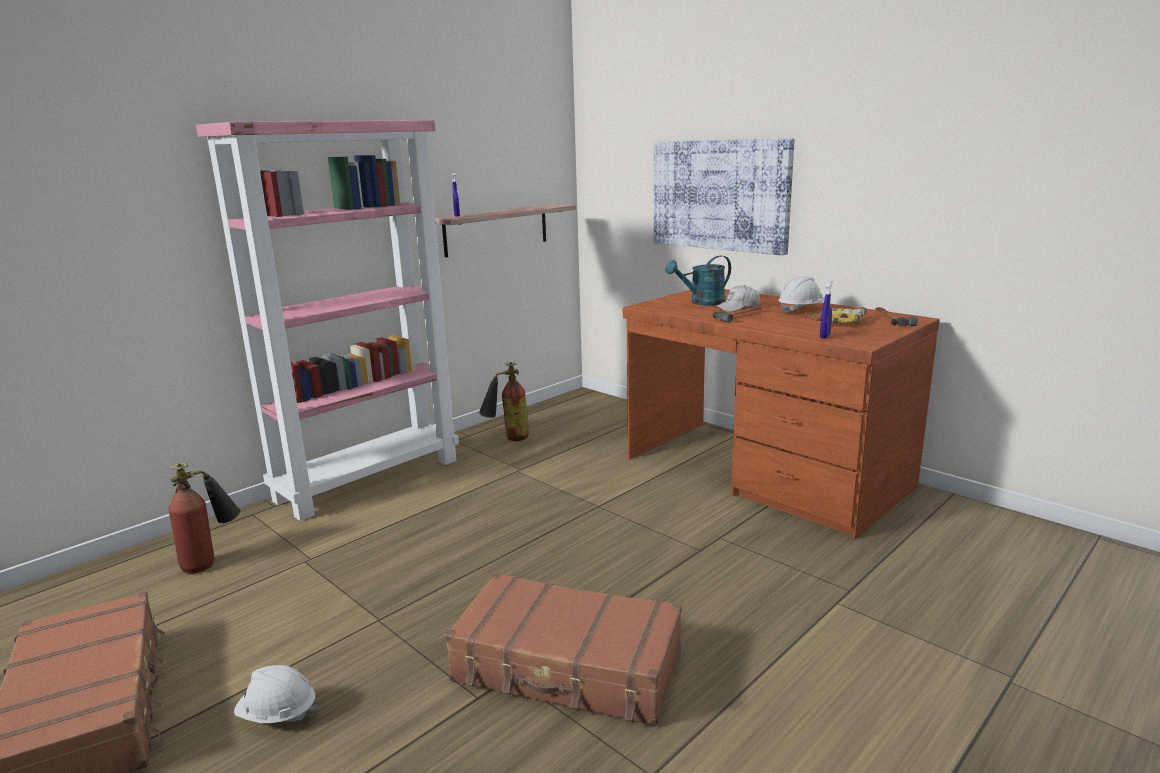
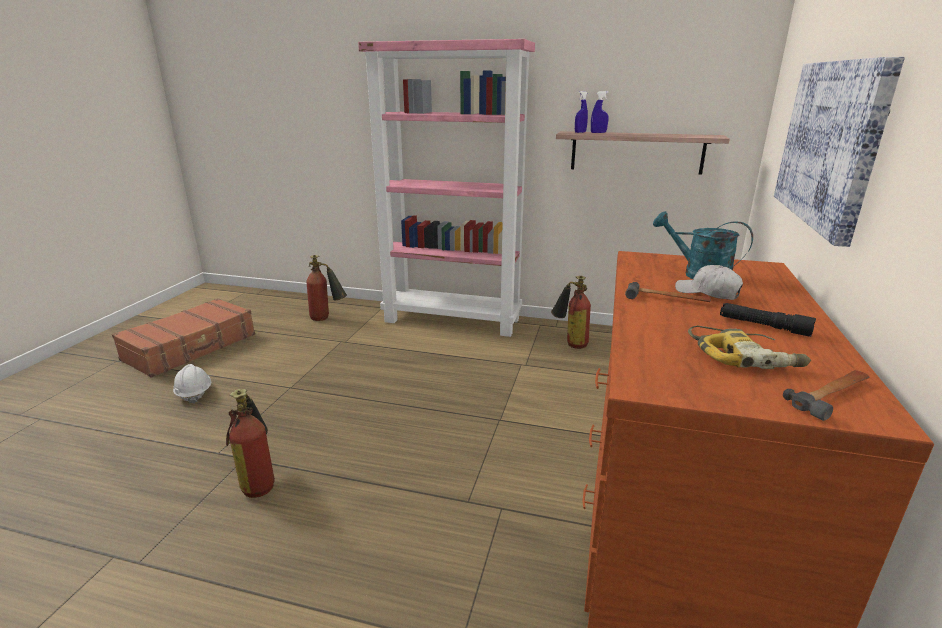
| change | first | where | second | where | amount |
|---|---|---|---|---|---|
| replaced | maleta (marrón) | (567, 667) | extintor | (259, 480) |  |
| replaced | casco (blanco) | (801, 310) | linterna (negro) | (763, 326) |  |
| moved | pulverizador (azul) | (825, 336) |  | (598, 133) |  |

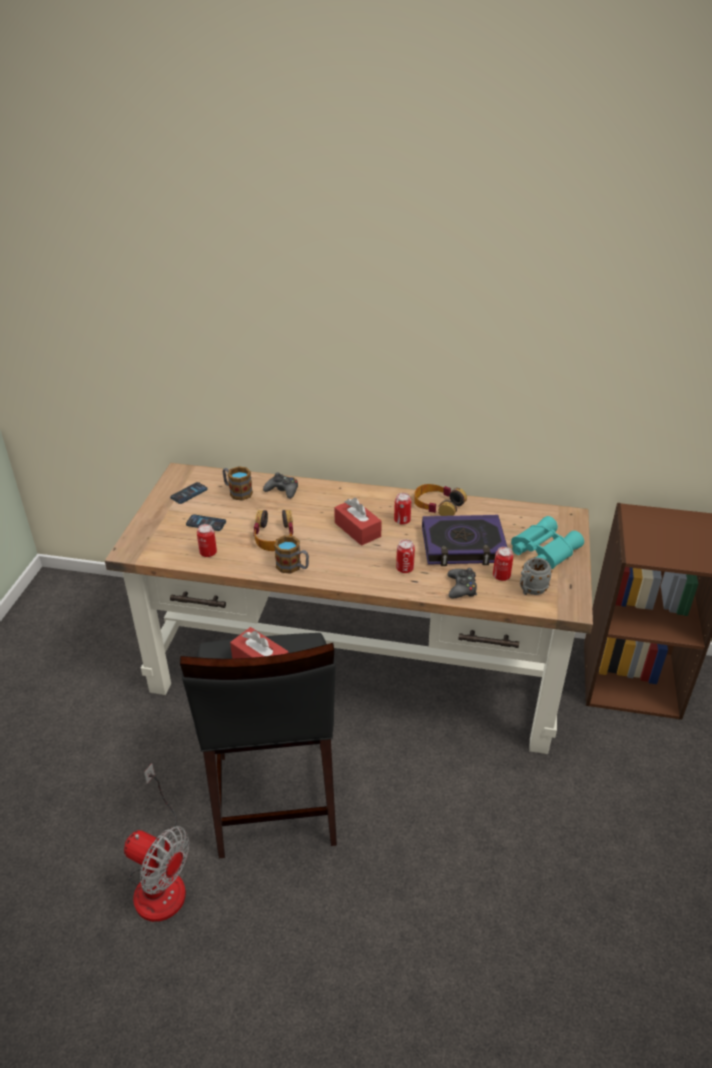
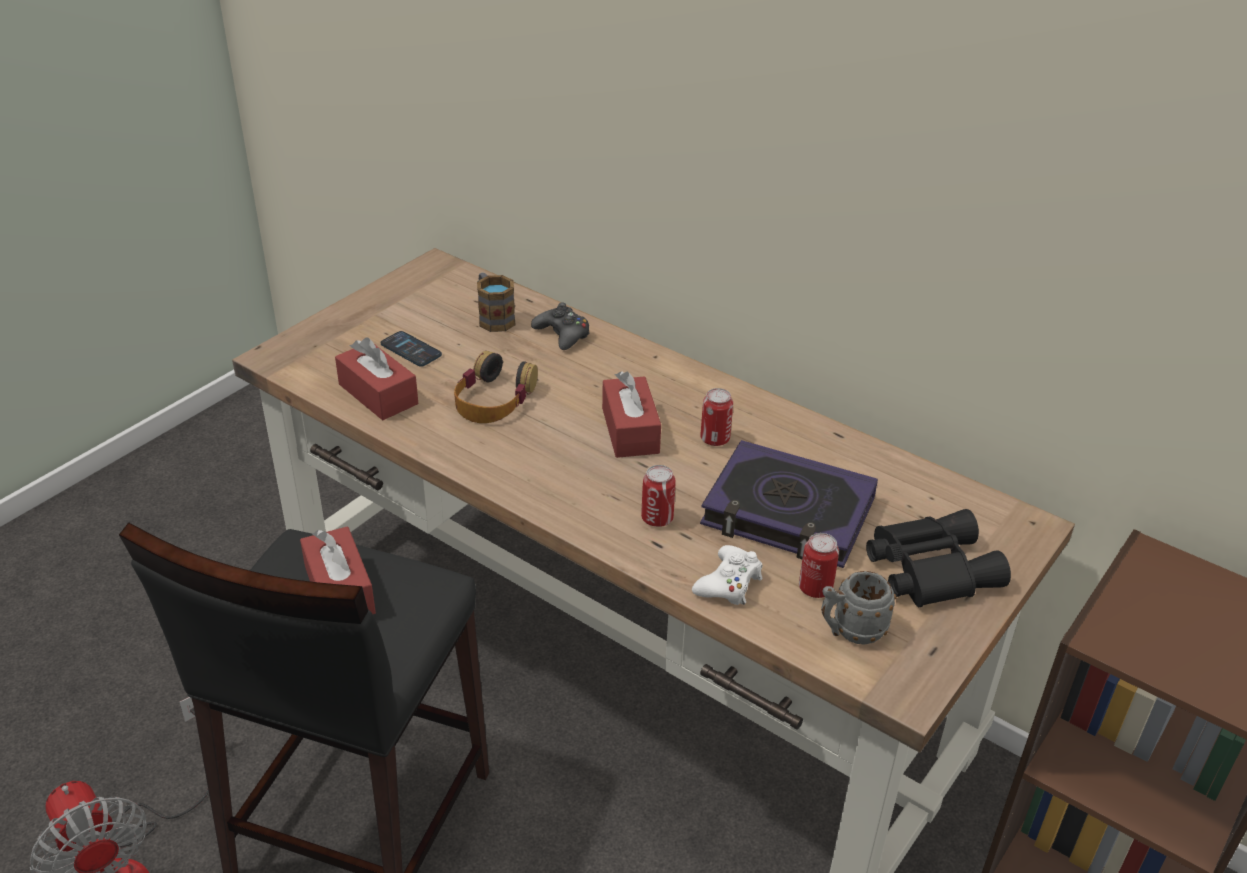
| change | first | where | second | where | amount |
|---|---|---|---|---|---|
| removed | móvil | (189, 493) |  |  |  |
| replaced | lata | (208, 553) | caja de pañuelos (rojo) | (378, 394) |  |
| removed | taza grande | (293, 567) |  |  |  |
| removed | auriculares | (437, 505) |  |  |  |
| recoloured | mando de consola (negro) | (461, 588) | mando de consola (blanco) | (729, 583) |  |
| recoloured | prismáticos (turquesa) | (542, 550) | prismáticos (negro) | (928, 568) |  |

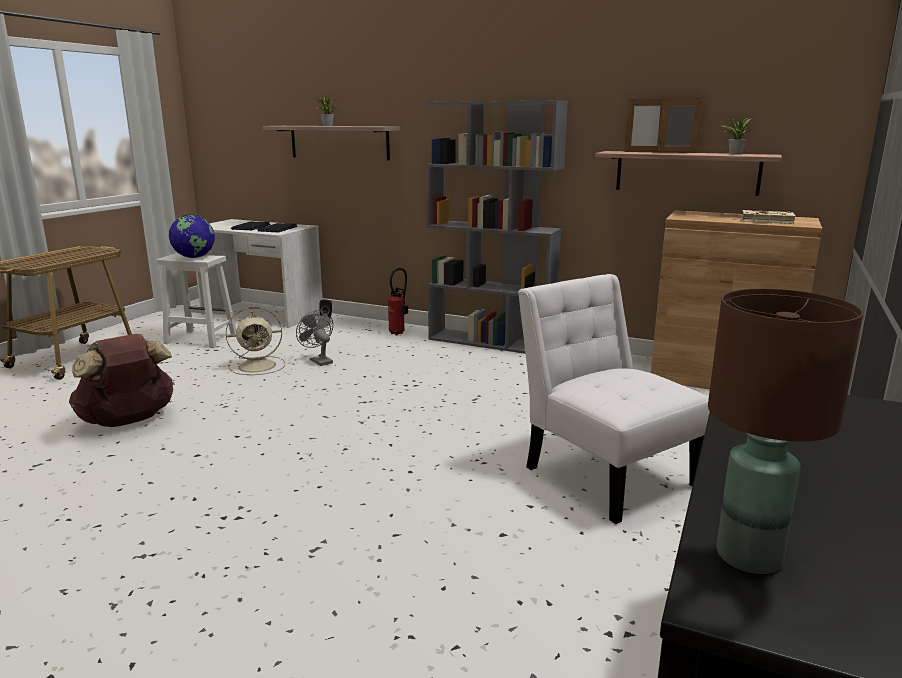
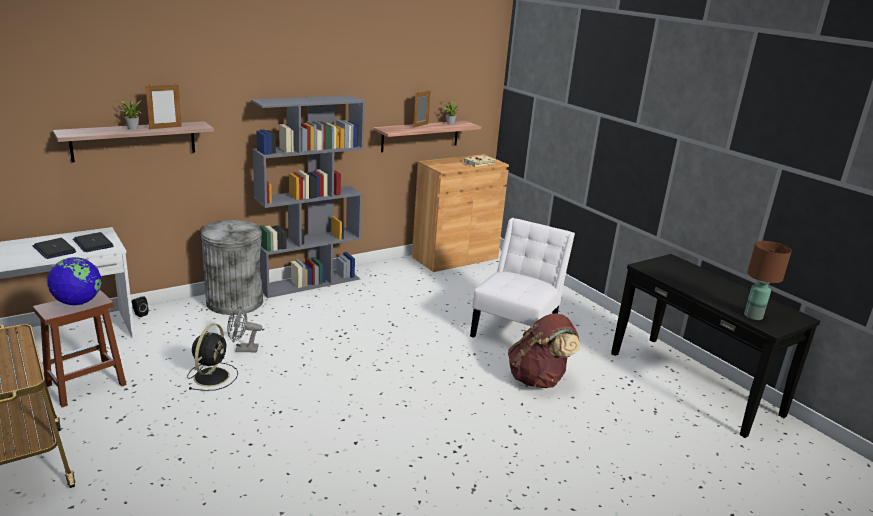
| change | first | where | second | where | amount |
|---|---|---|---|---|---|
| moved | mochila (marrón) | (128, 421) |  | (538, 379) |  |
| recoloured | taburete (blanco) | (200, 339) | taburete (marrón) | (84, 385) |  |
| recoloured | ventilador (beis) | (259, 366) | ventilador (negro) | (212, 376) |  |
| replaced | extintor | (399, 333) | papelera (gris) | (235, 302) |  |
| turned | silla (blanco) | (604, 472) |  | (516, 330) | 120 degrees clockwise |
| moved | portarretratos | (643, 152) |  | (165, 127) |  |

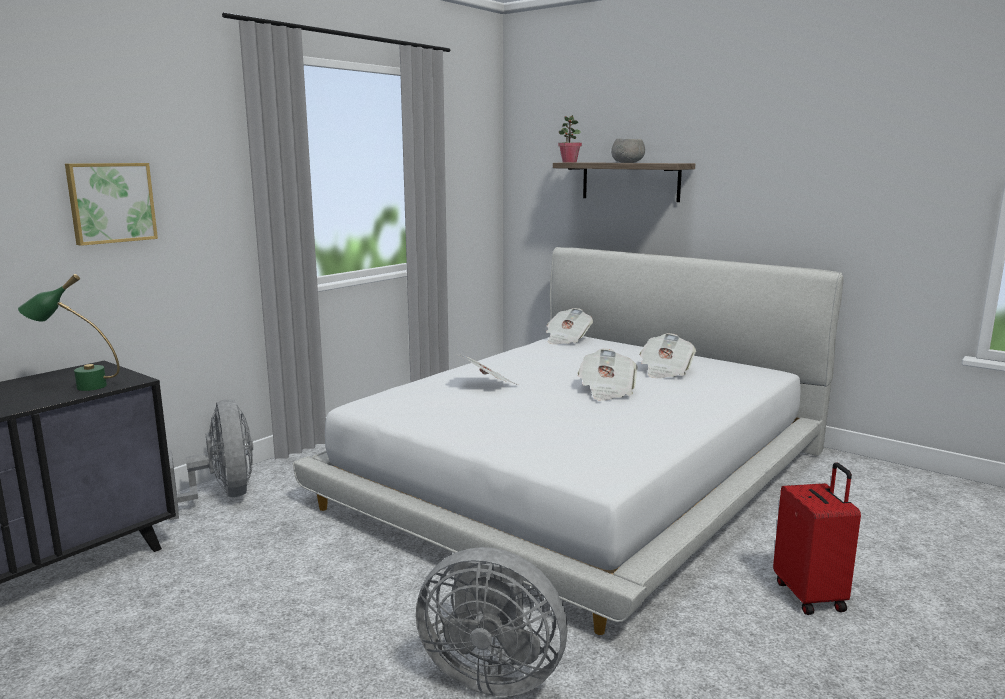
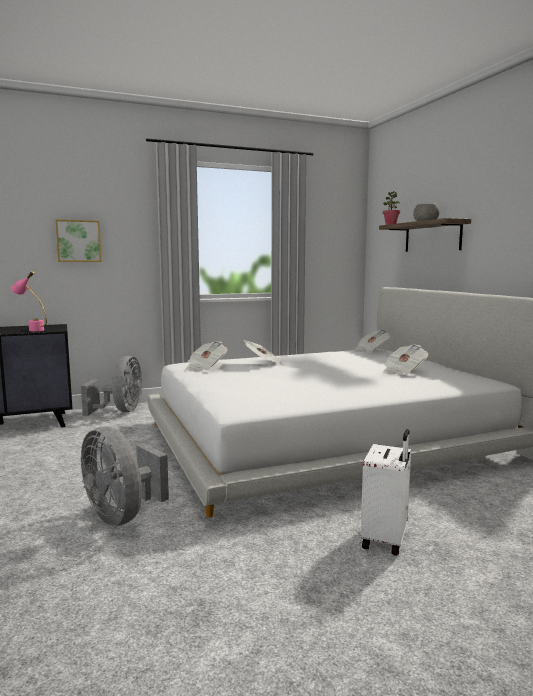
| change | first | where | second | where | amount |
|---|---|---|---|---|---|
| recoloured | lámpara de mesa (verde) | (78, 387) | lámpara de mesa (rosa) | (31, 330) |  |
| moved | periódico | (606, 391) |  | (205, 368) |  |
| recoloured | maleta (rojo) | (811, 595) | maleta (blanco) | (386, 539) |  |

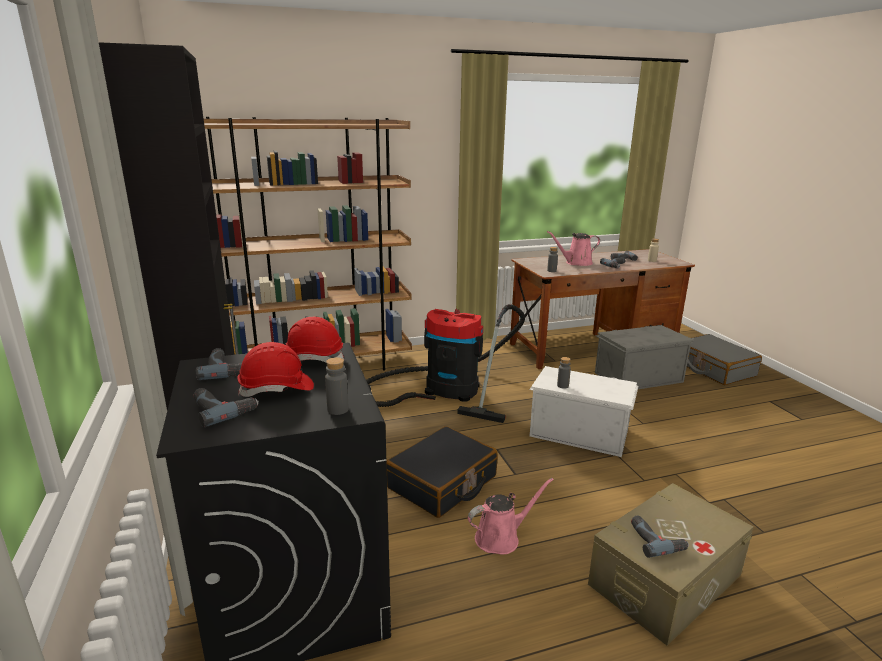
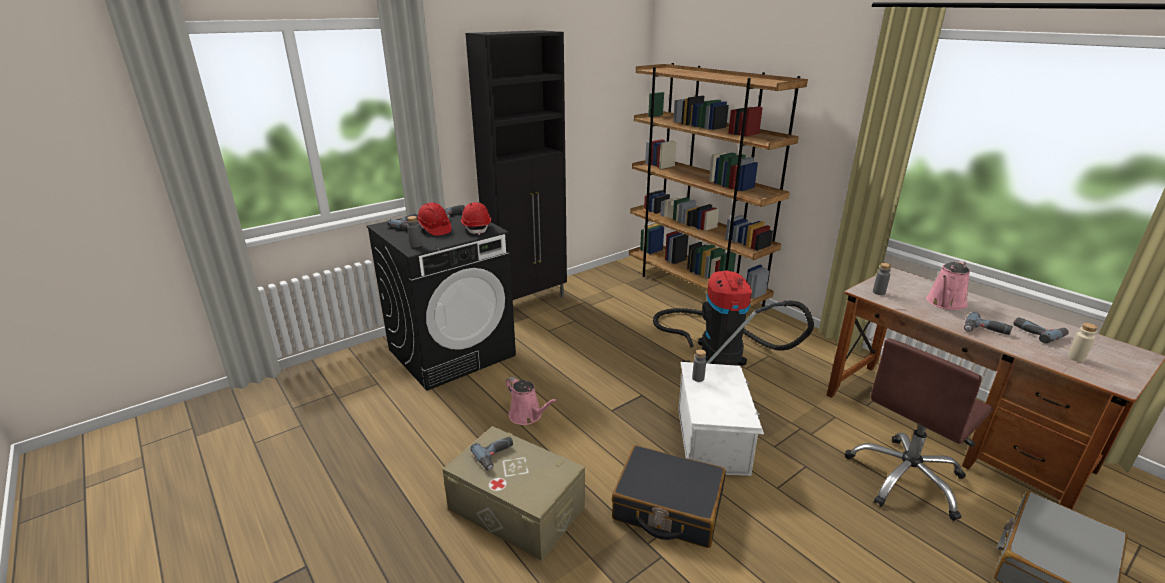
| change | first | where | second | where | amount |
|---|---|---|---|---|---|
| moved | maleta (negro) | (442, 483) |  | (667, 507) |  |
| turned | regadera (rosa) | (576, 263) |  | (945, 303) | 105 degrees counterclockwise |
| replaced | caja de almacenaje (gris) | (637, 377) | silla de oficina (marrón) | (906, 478) |  |

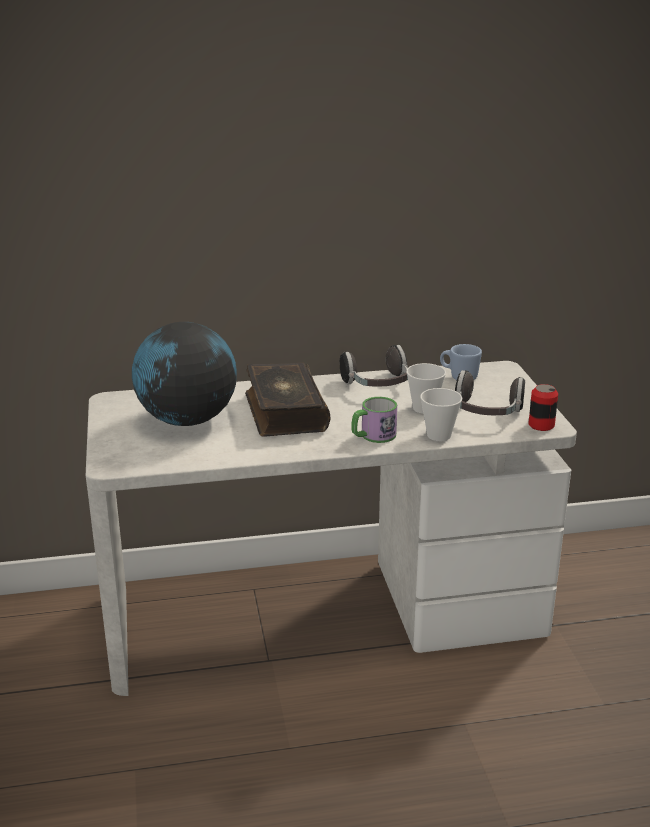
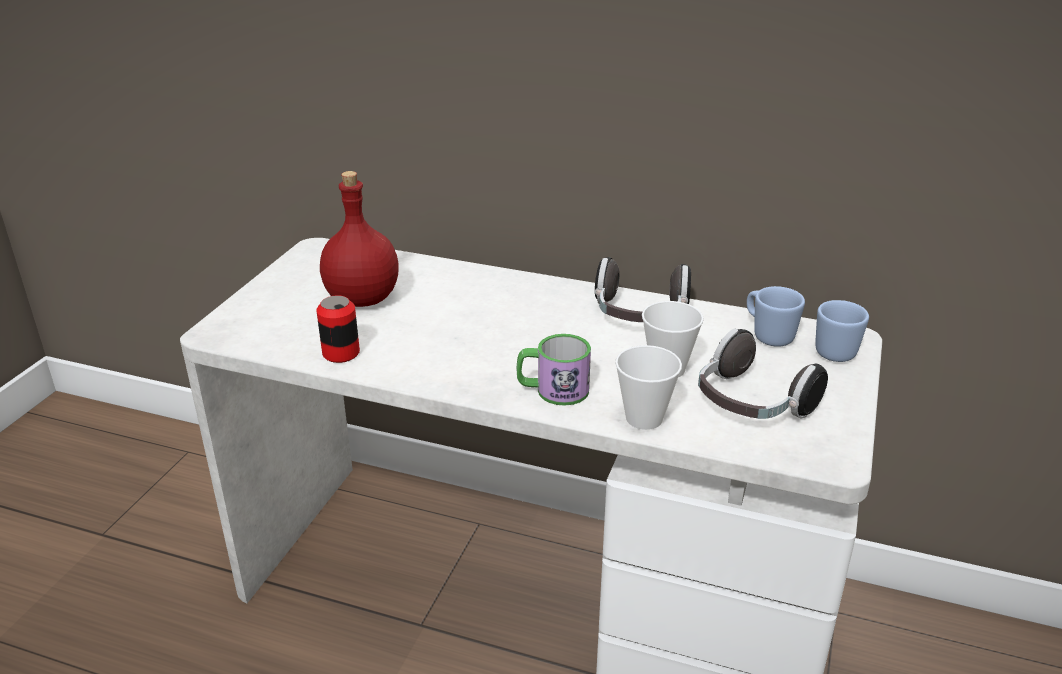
| change | first | where | second | where | amount |
|---|---|---|---|---|---|
| replaced | globo terráqueo | (187, 420) | botella (rojo) | (361, 298) |  |
| removed | libro | (284, 412) |  |  |  |
| moved | lata | (541, 425) |  | (341, 353) |  |
| added |  |  | taza grande (azul) | (837, 350) |  |

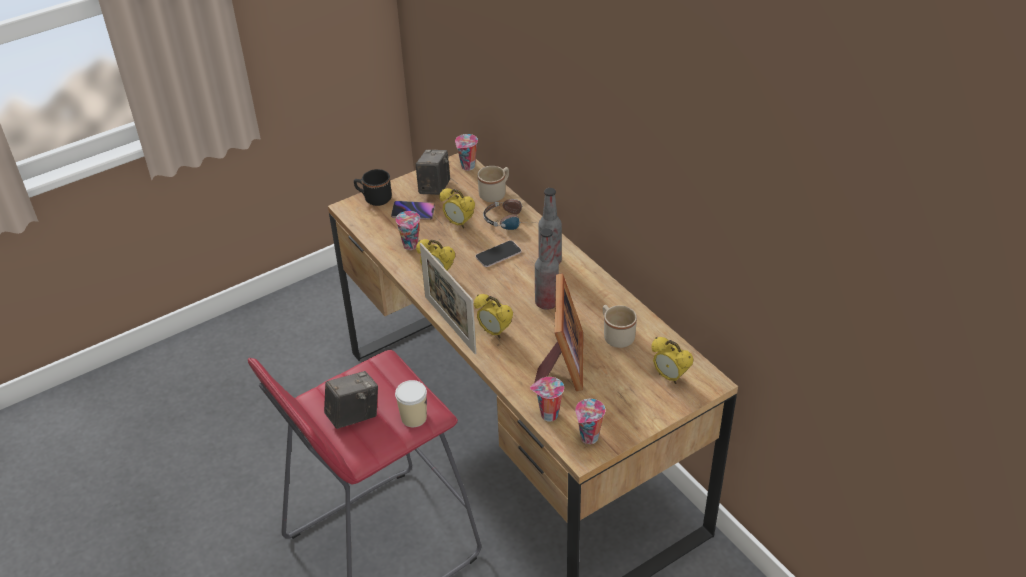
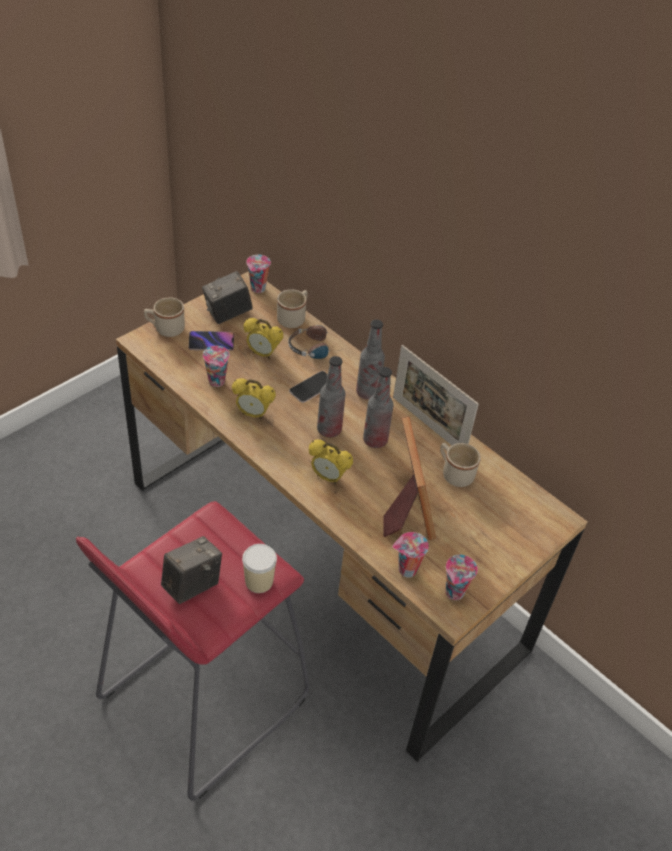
| change | first | where | second | where | amount |
|---|---|---|---|---|---|
| recoloured | taza grande (negro) | (374, 199) | taza grande (beis) | (165, 329) |  |
| turned | cámara | (434, 188) |  | (228, 314) | 120 degrees counterclockwise |
| moved | portarretratos | (450, 324) |  | (428, 425) |  |
| removed | despertador | (669, 377) |  |  |  |
| added |  |  | botella | (329, 430) |  |

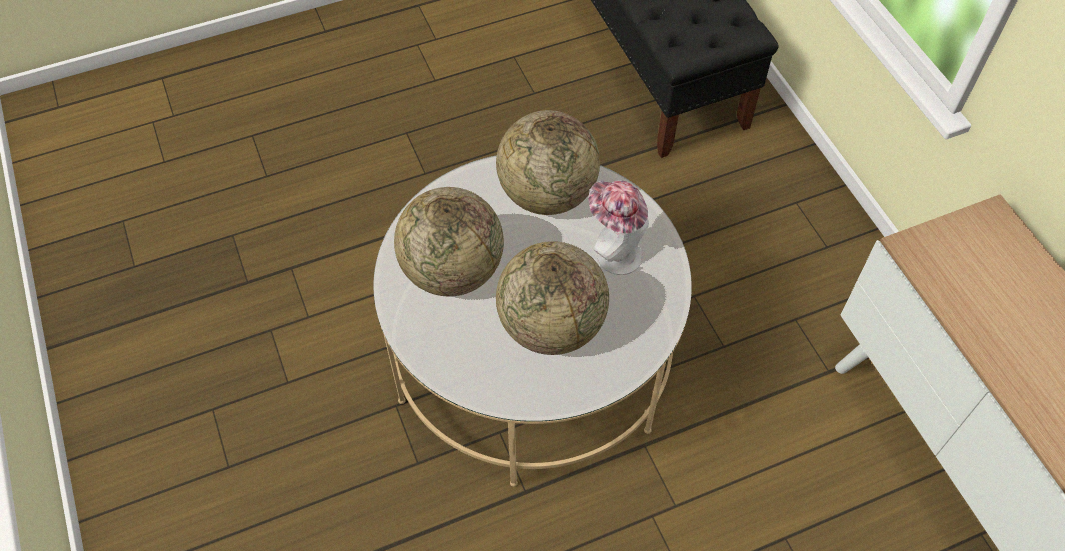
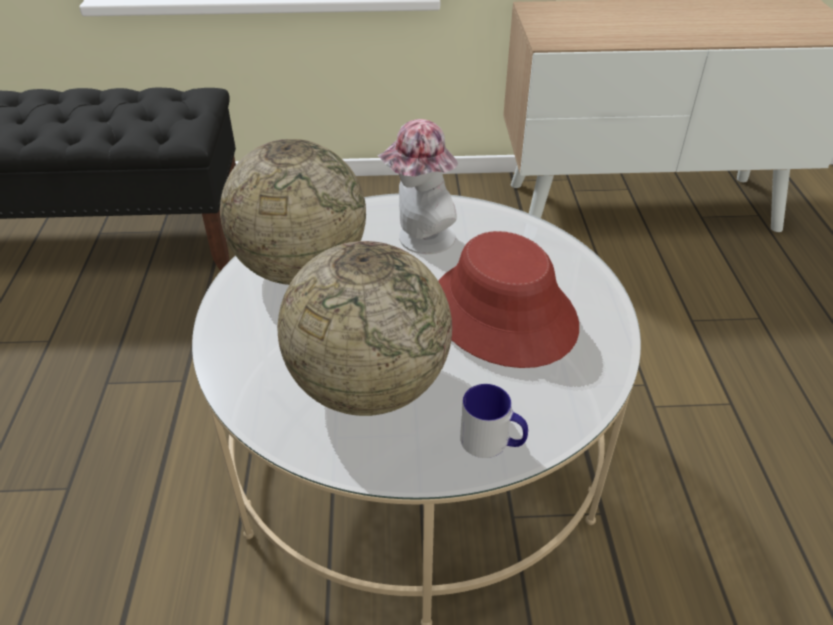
| change | first | where | second | where | amount |
|---|---|---|---|---|---|
| replaced | globo terráqueo | (551, 326) | sombrero (rojo) | (502, 313) |  |
| added |  |  | taza grande | (492, 442) |  |

